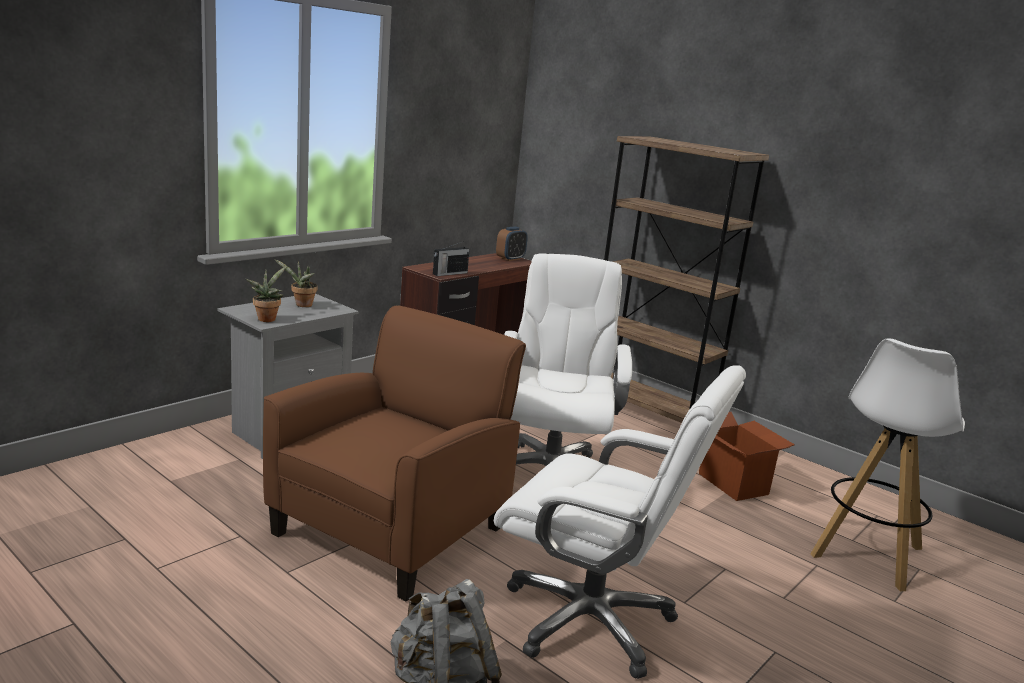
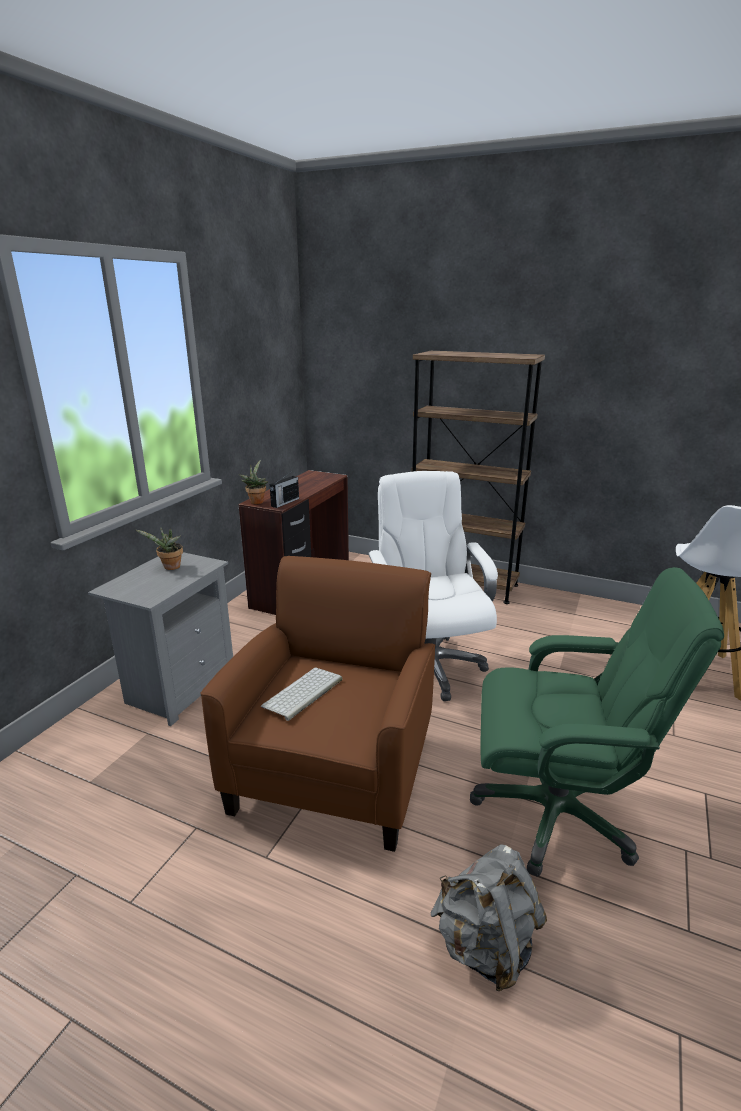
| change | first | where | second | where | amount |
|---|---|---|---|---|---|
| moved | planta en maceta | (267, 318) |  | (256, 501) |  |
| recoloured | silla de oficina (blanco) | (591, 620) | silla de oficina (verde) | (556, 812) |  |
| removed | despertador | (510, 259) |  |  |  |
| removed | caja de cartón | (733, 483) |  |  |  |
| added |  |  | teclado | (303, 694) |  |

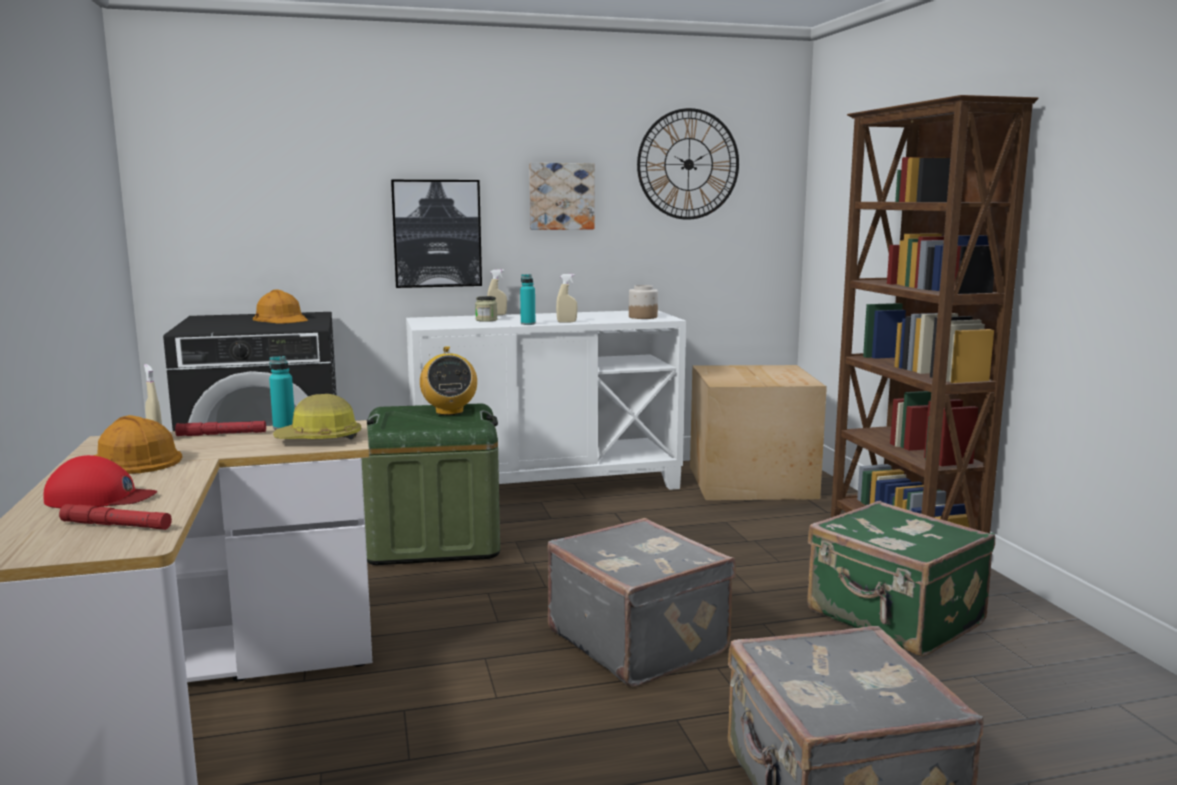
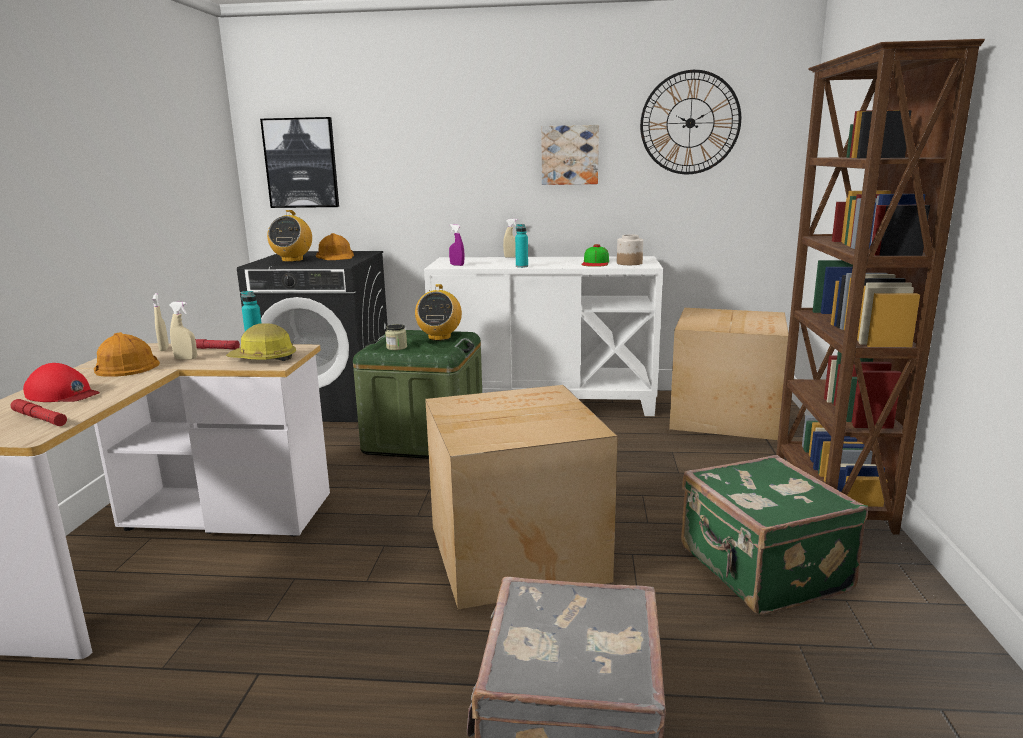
| change | first | where | second | where | amount |
|---|---|---|---|---|---|
| moved | cuadro | (437, 233) |  | (301, 163) |  |
| moved | tarro | (486, 320) |  | (396, 347) |  |
| replaced | maleta (gris) | (639, 641) | caja de cartón | (513, 552) |  |
| moved | pulverizador (beis) | (566, 322) |  | (186, 359) |  |
| added |  |  | radio | (292, 260) |  |
| added |  |  | pulverizador (morado) | (457, 265) |  |
| added |  |  | gorra | (595, 263) |  |

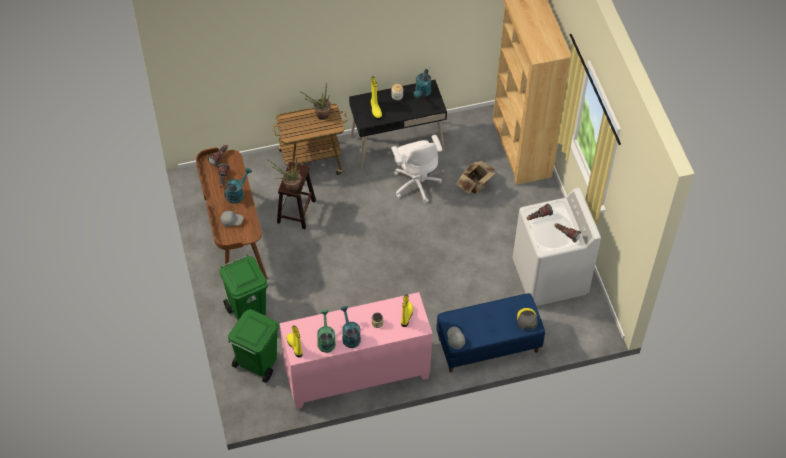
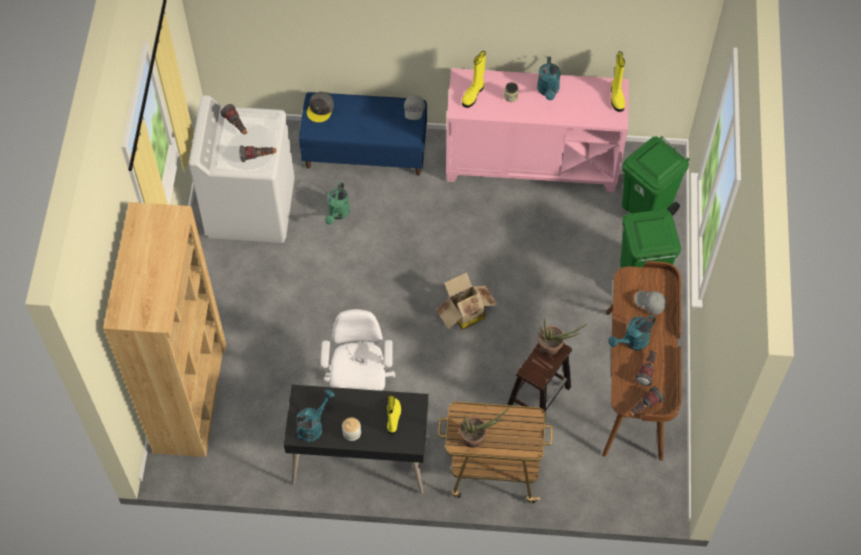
| change | first | where | second | where | amount |
|---|---|---|---|---|---|
| moved | regadera (verde) | (326, 340) |  | (338, 214) |  |
| moved | caja de cartón | (476, 185) |  | (464, 313) |  |

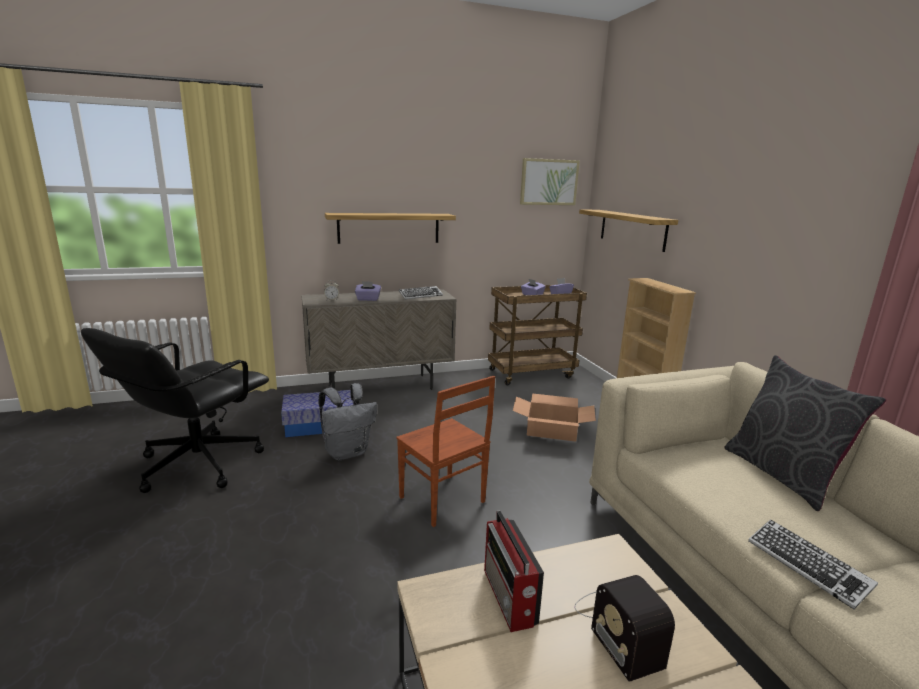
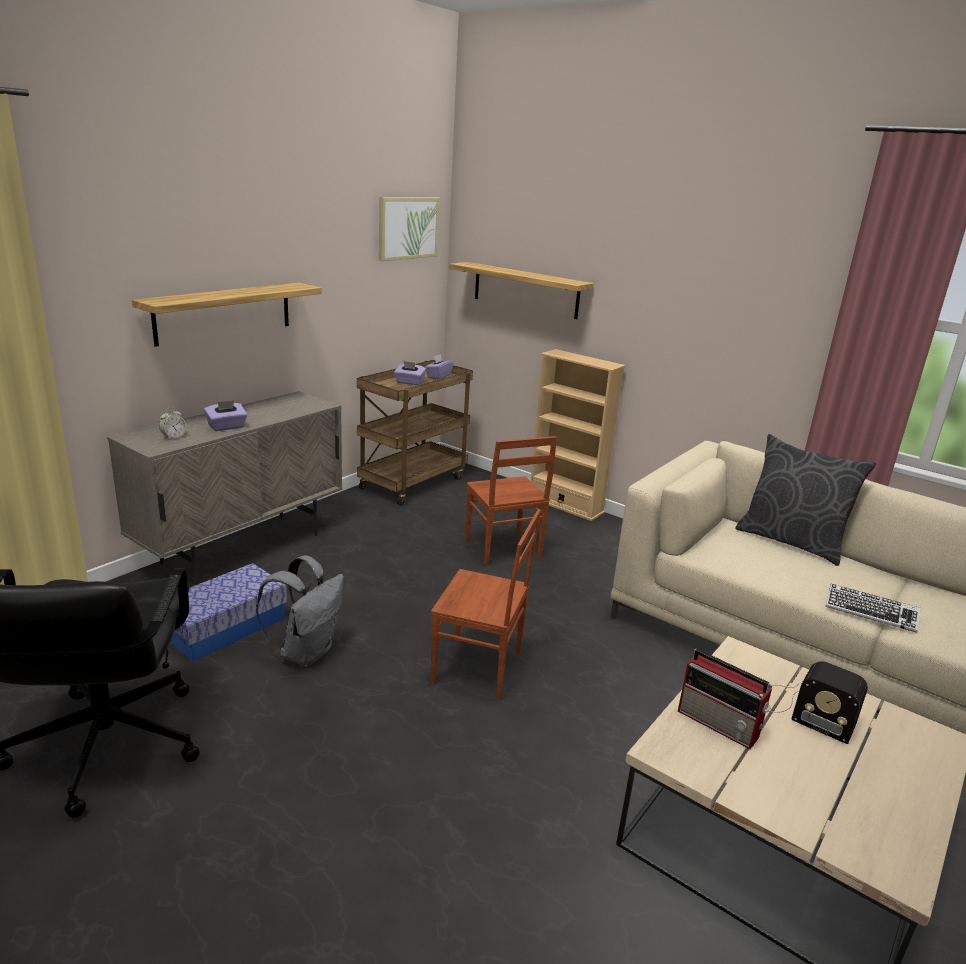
| change | first | where | second | where | amount |
|---|---|---|---|---|---|
| removed | teclado | (420, 295) |  |  |  |
| replaced | caja de cartón | (551, 429) | silla (marrón) | (502, 549) |  |

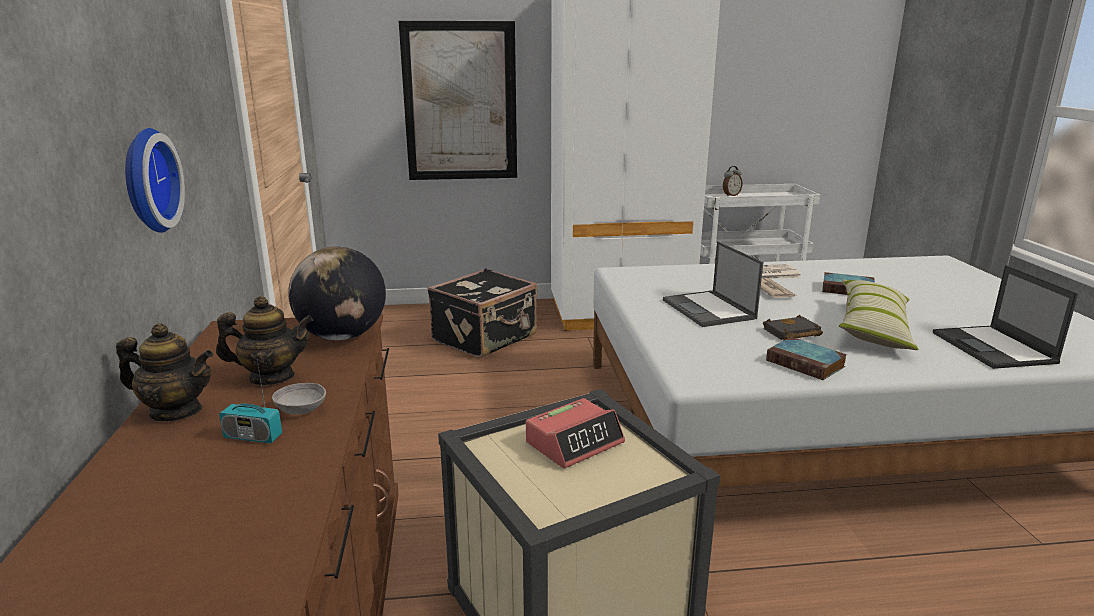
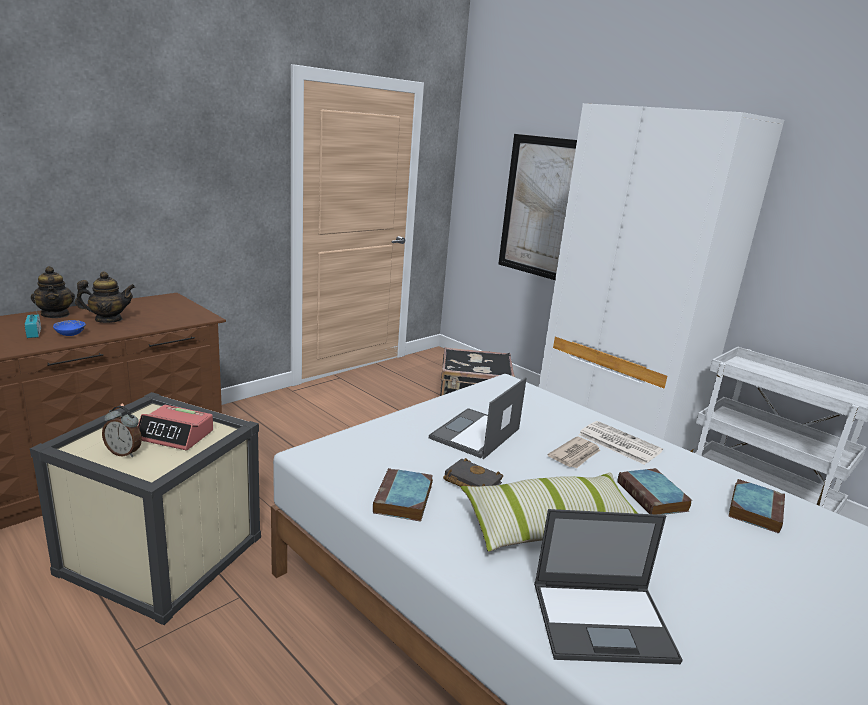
| change | first | where | second | where | amount |
|---|---|---|---|---|---|
| removed | reloj de pared | (145, 181) |  |  |  |
| turned | tetera | (271, 377) |  | (108, 320) | 60 degrees counterclockwise |
| recoloured | cuenco (gris) | (301, 410) | cuenco (azul) | (70, 334) |  |
| removed | globo terráqueo | (342, 336) |  |  |  |
| moved | despertador | (731, 195) |  | (124, 453) |  |
| turned | portátil | (994, 348) |  | (604, 621) | 135 degrees counterclockwise |
| added |  |  | libro | (755, 509) |  |

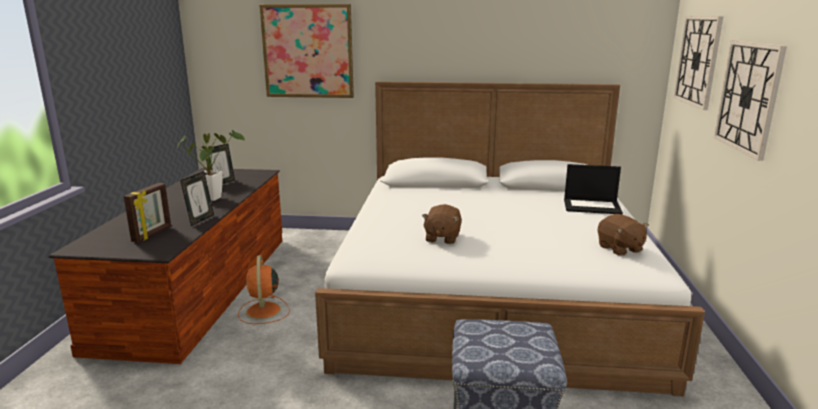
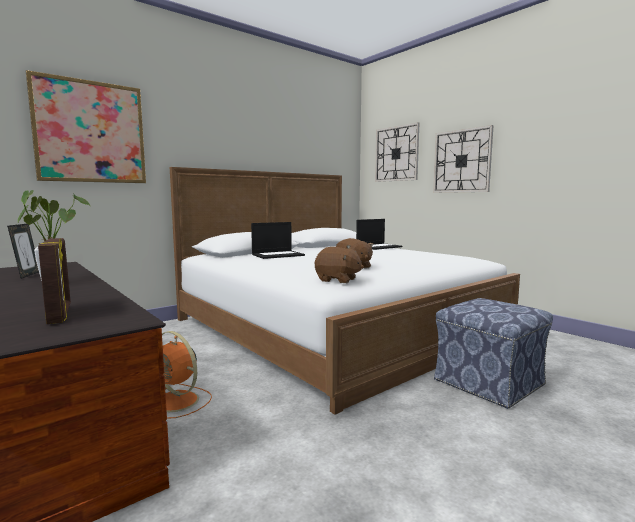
| change | first | where | second | where | amount |
|---|---|---|---|---|---|
| removed | portarretratos | (200, 220) |  |  |  |
| moved | peluche (marrón) | (619, 249) |  | (337, 280) |  |
| added |  |  | portátil | (278, 255) |  |

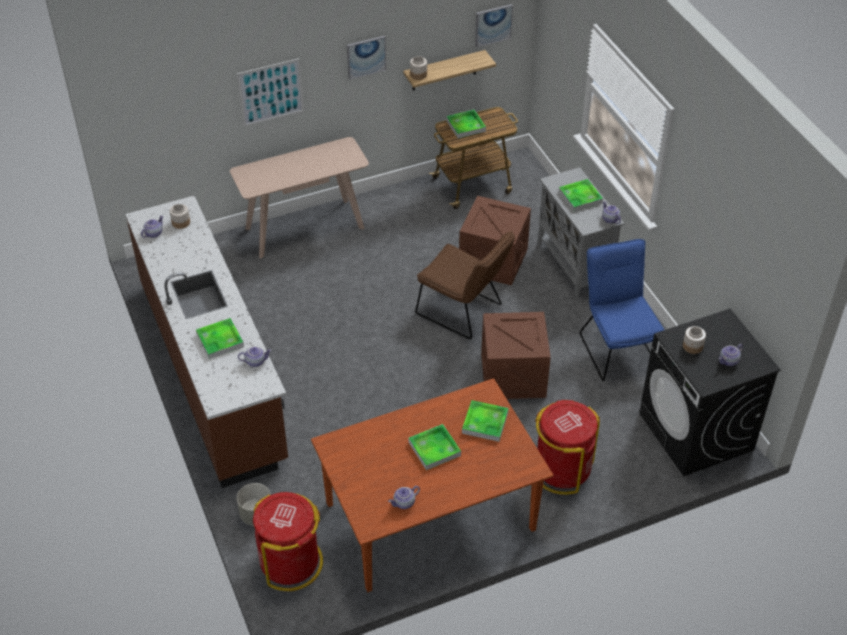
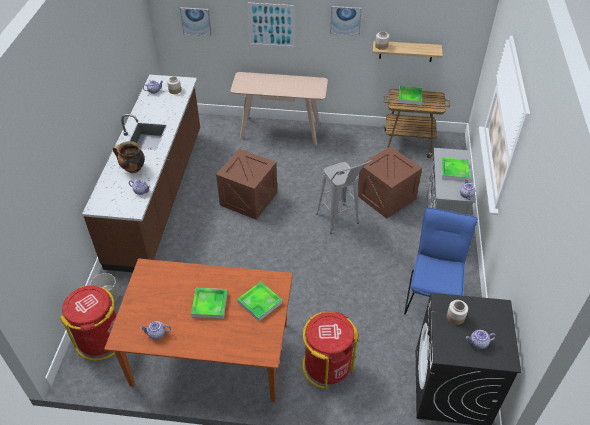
| change | first | where | second | where | amount |
|---|---|---|---|---|---|
| replaced | bandeja | (220, 340) | olla | (132, 169) |  |
| replaced | silla (marrón) | (463, 312) | taburete (gris) | (340, 223) |  |
| moved | cuadro | (493, 25) |  | (196, 21) |  |
| moved | caja de embalaje | (513, 375) |  | (248, 199) |  |

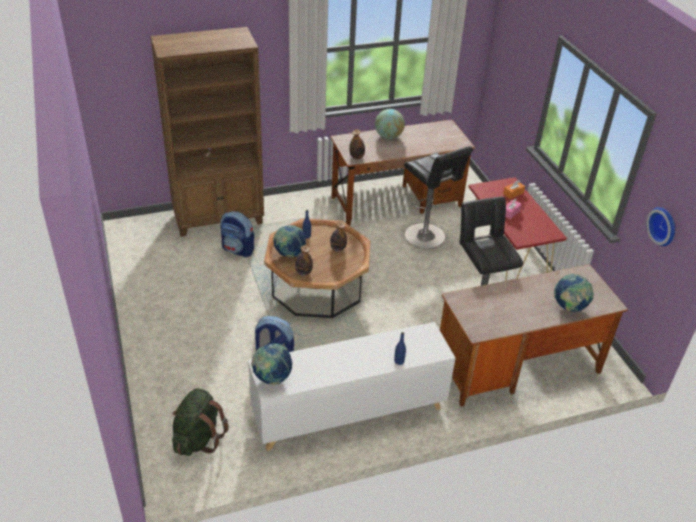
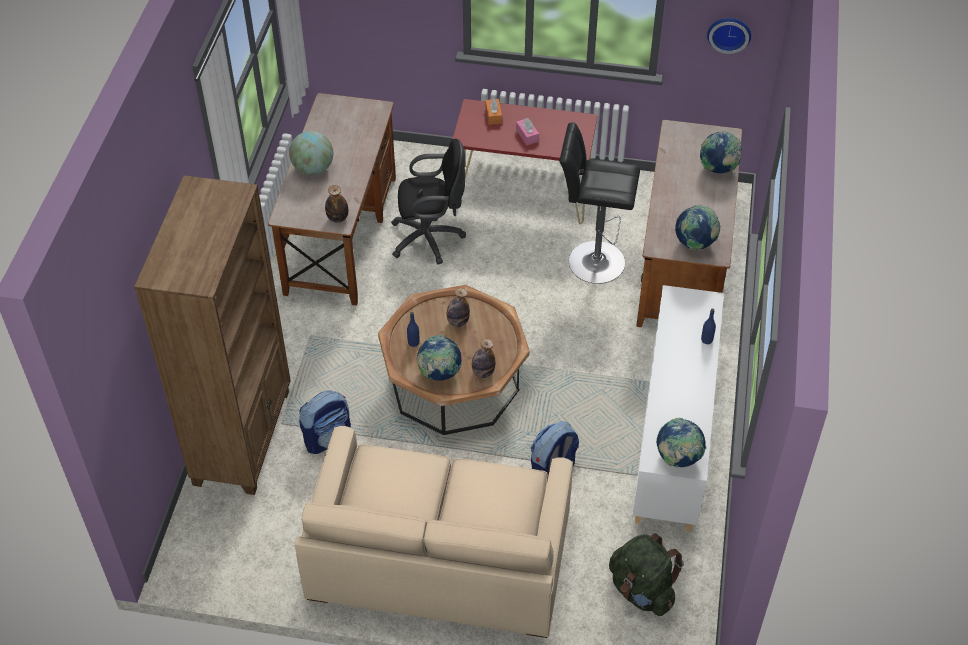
| change | first | where | second | where | amount |
|---|---|---|---|---|---|
| replaced | taburete (negro) | (427, 237) | silla de oficina (negro) | (430, 238) |  |
| added |  |  | sofá (beis) | (438, 556) |  |
| added |  |  | globo terráqueo | (695, 244) |  |

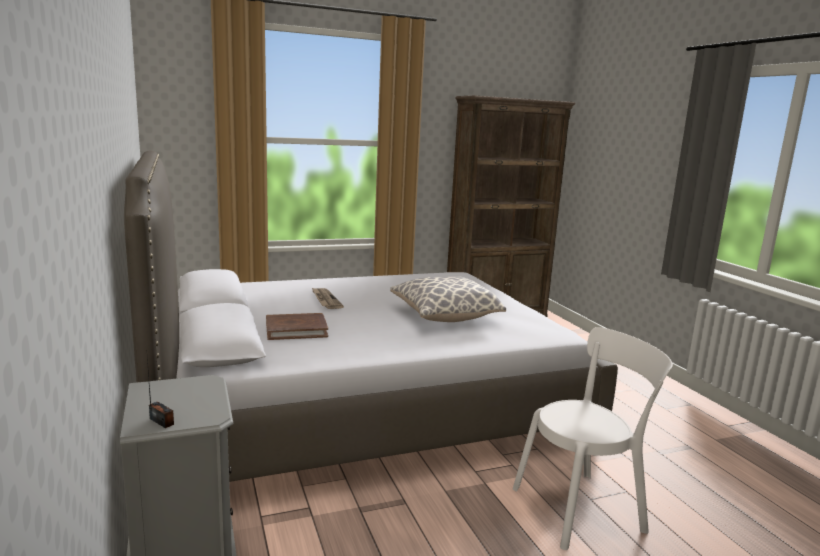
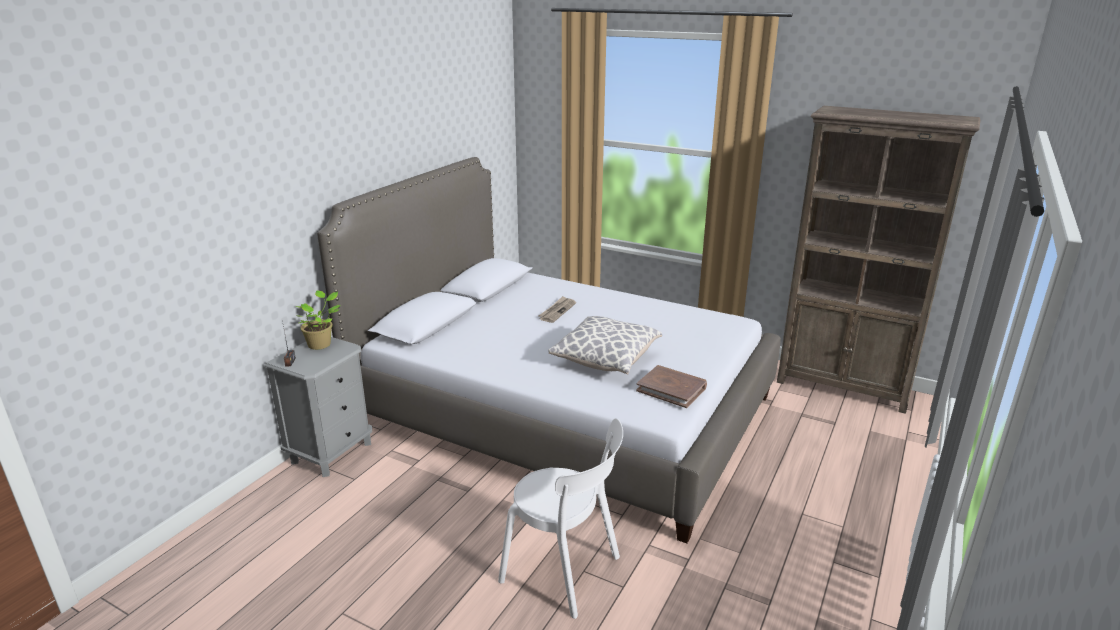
| change | first | where | second | where | amount |
|---|---|---|---|---|---|
| moved | libro (marrón) | (296, 330) |  | (671, 389) |  |
| added |  |  | planta en maceta | (321, 344) |  |

